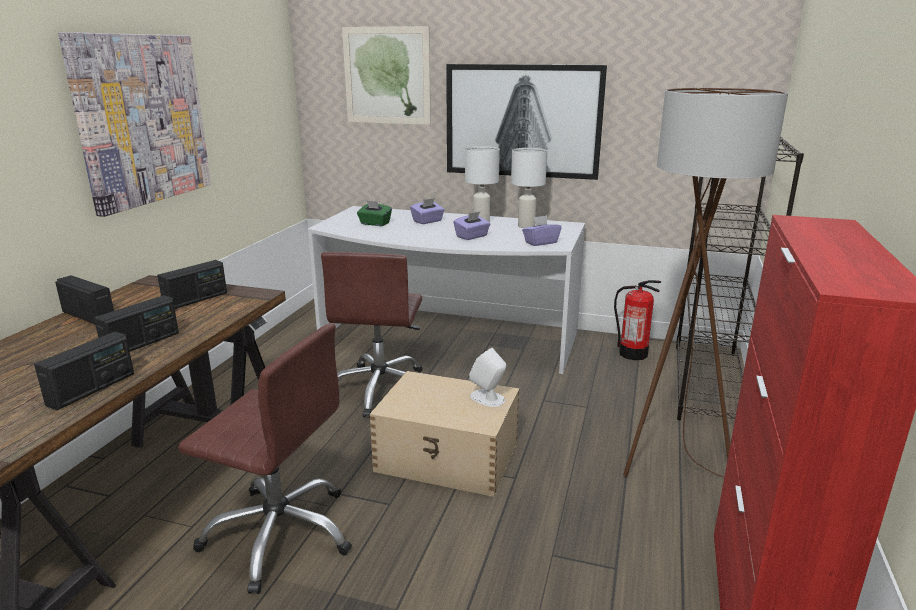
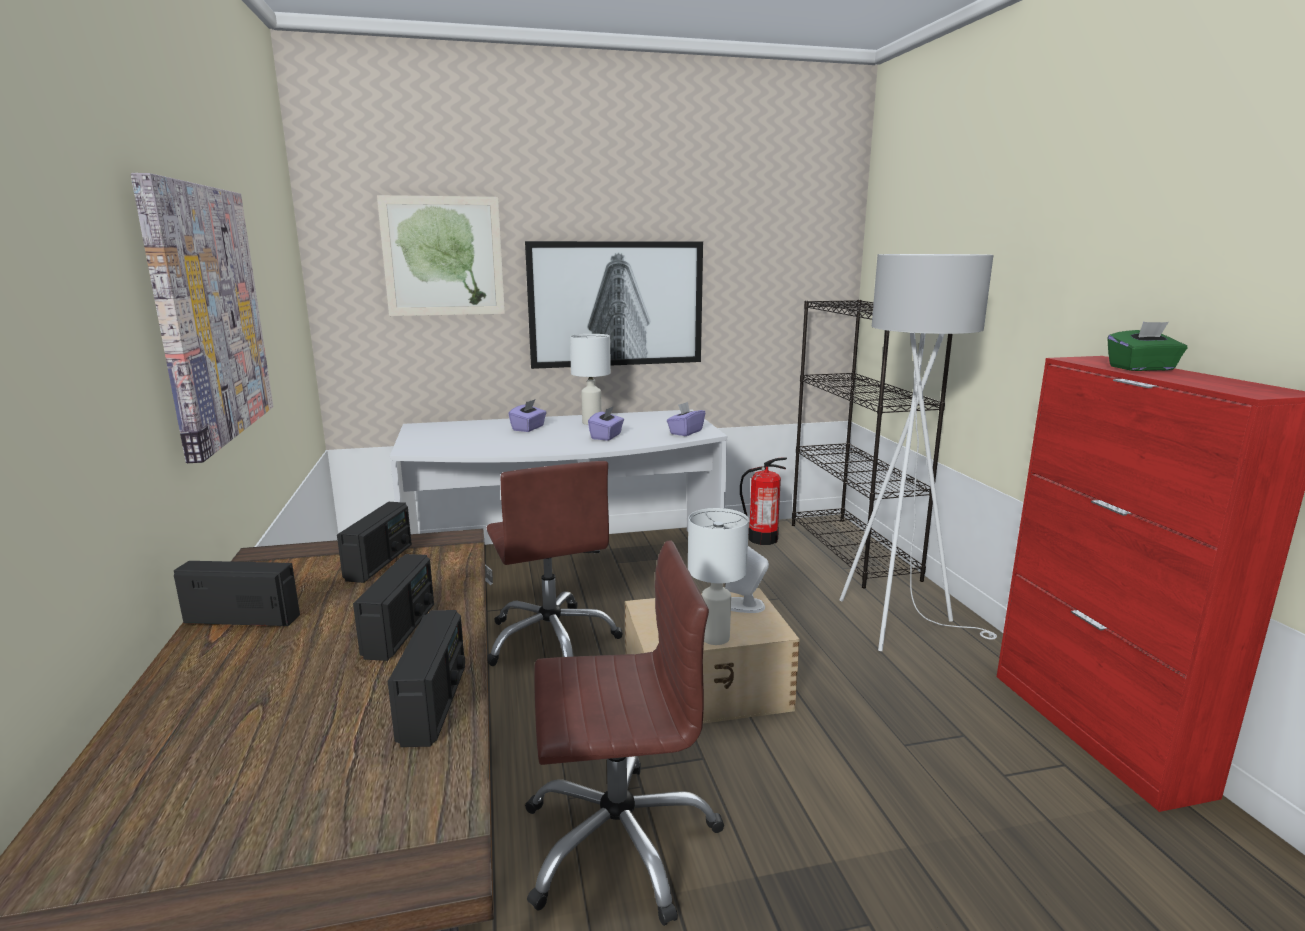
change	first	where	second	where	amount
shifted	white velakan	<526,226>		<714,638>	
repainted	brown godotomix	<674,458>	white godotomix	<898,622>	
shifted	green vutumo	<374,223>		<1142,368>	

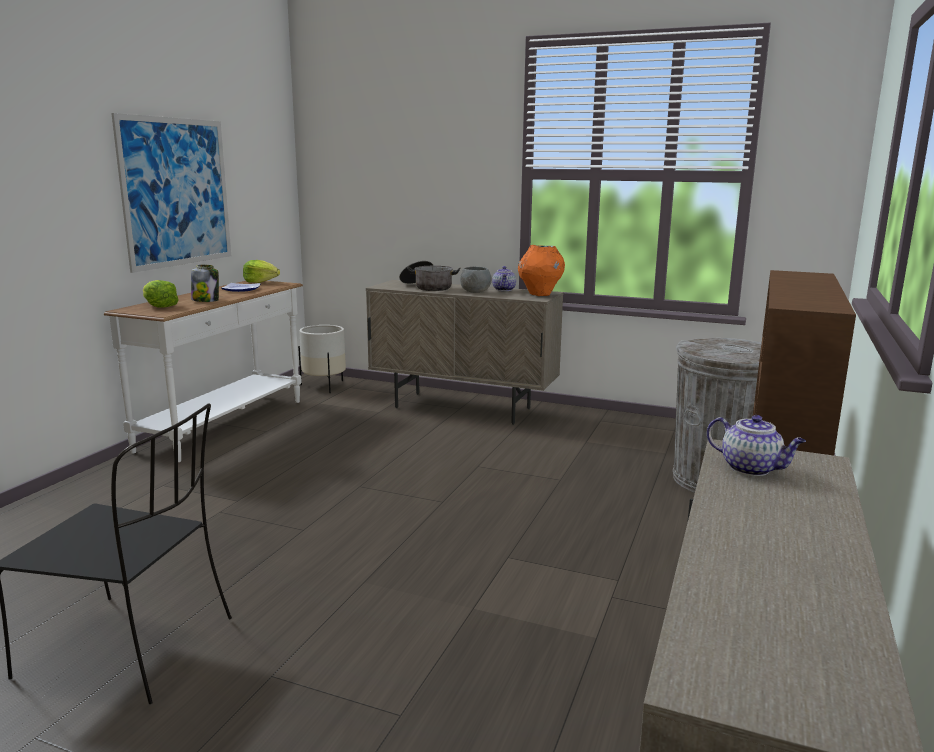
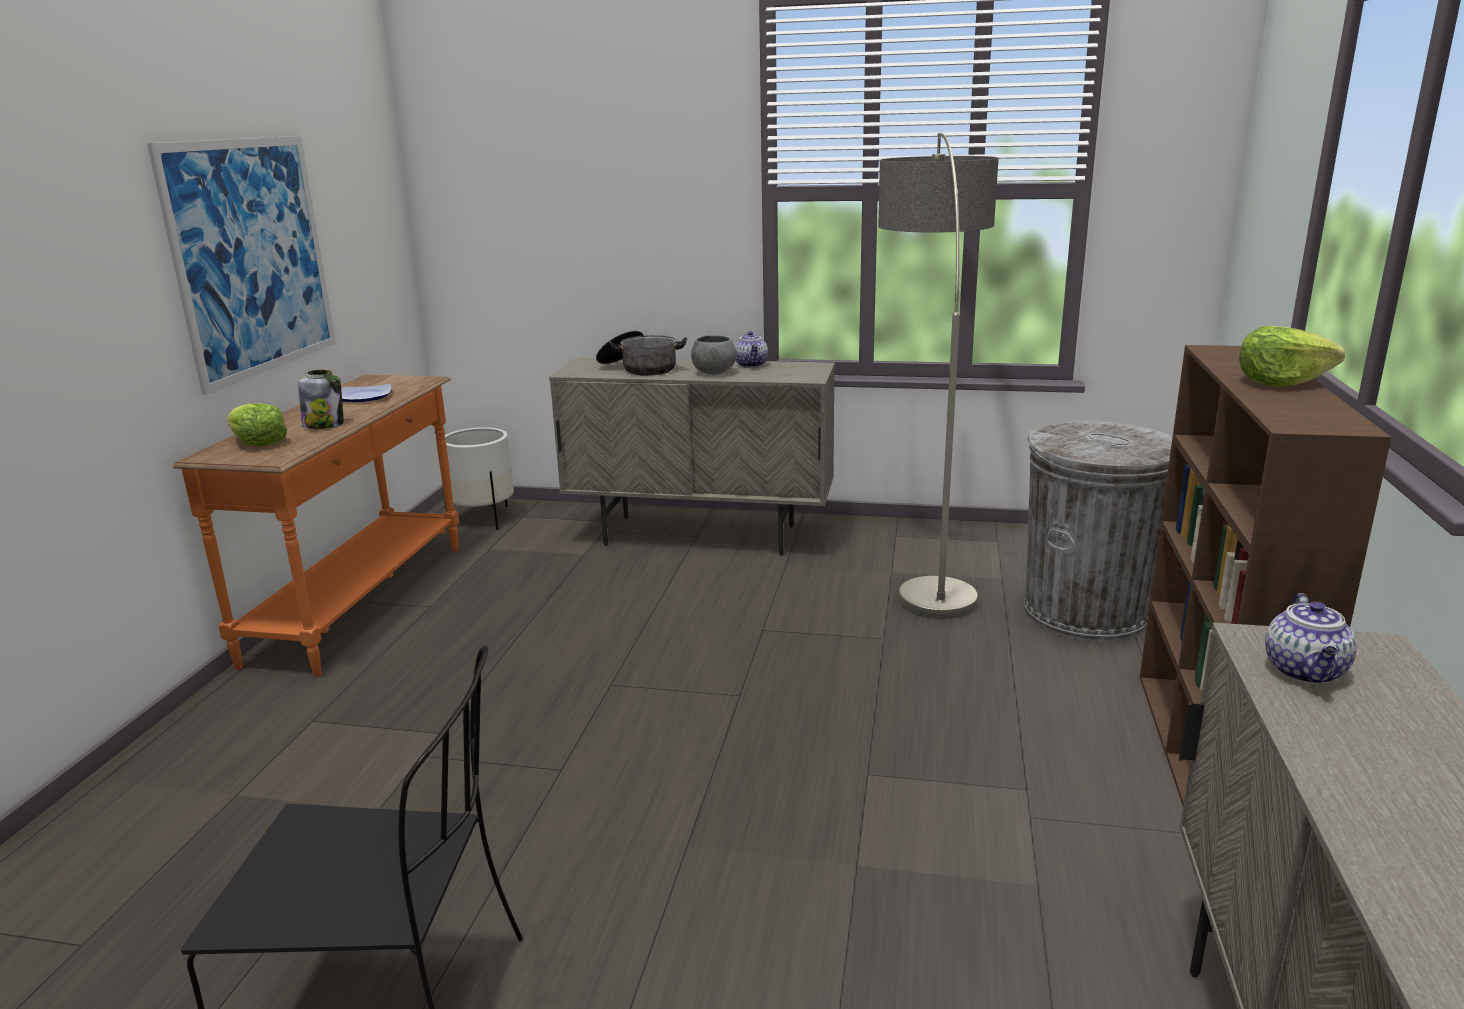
change	first	where	second	where	amount
repainted	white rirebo	<225,425>	orange rirebo	<362,602>	
new			godotomix	<926,562>	
shifted	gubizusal	<260,282>		<1281,382>	
rotated	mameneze	<752,468>		<1306,672>	75 degrees clockwise
gone	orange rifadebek	<540,294>			

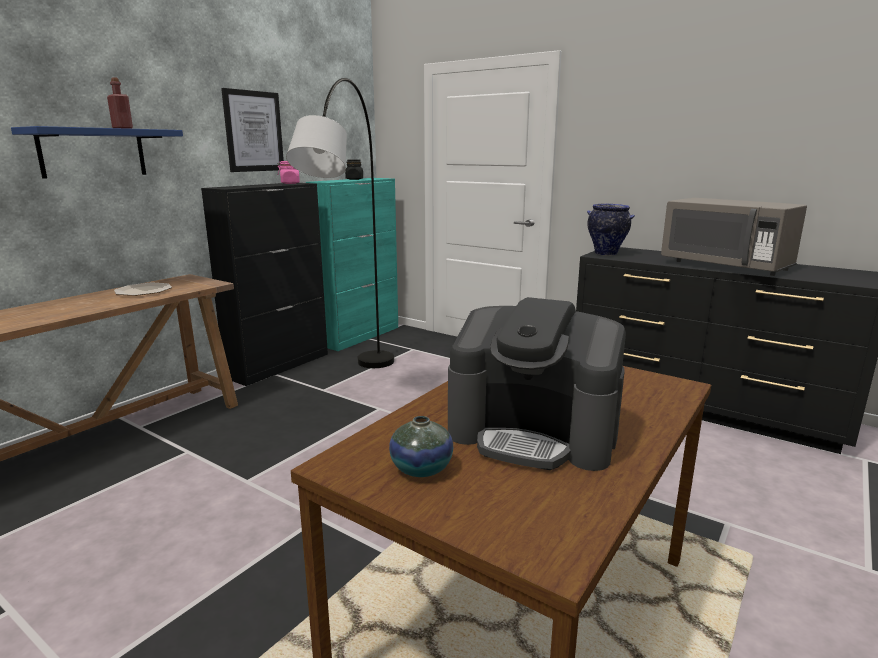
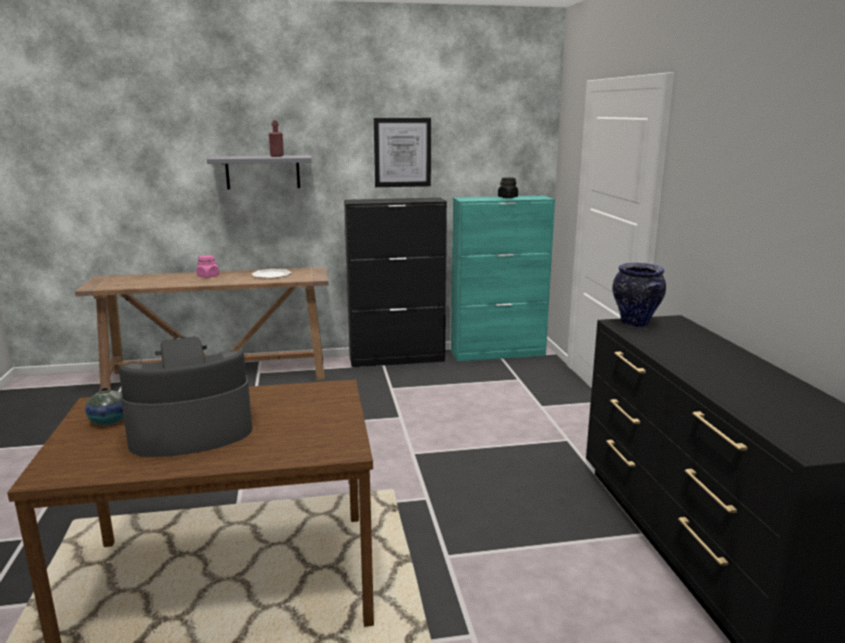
change	first	where	second	where	amount
rotated	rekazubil	<534,433>		<190,431>	90 degrees clockwise
shifted	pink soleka	<290,183>		<208,276>	
repainted	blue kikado	<93,153>	grey kikado	<263,172>	
gone	grey godotomix	<355,389>			
gone	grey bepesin	<725,266>			

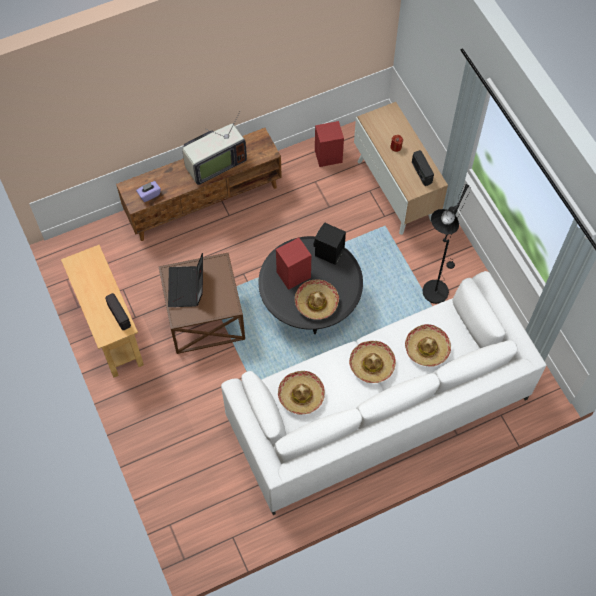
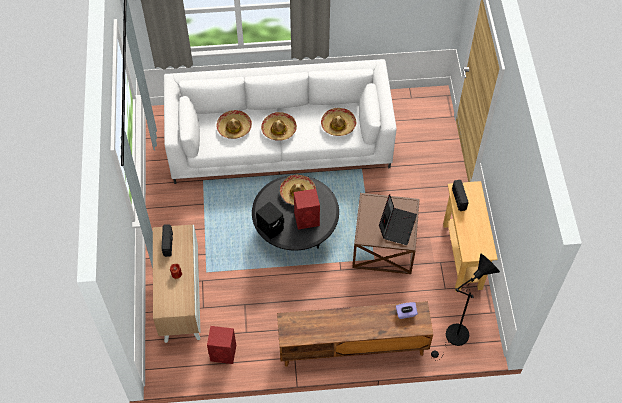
change	first	where	second	where	amount
shifted	black godotomix	<436,287>		<454,338>	
gone	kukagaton	<214,164>			

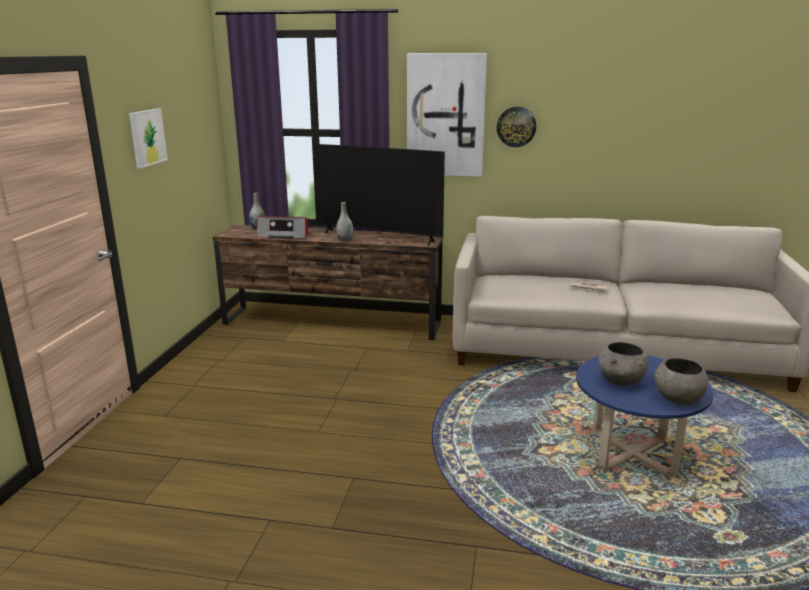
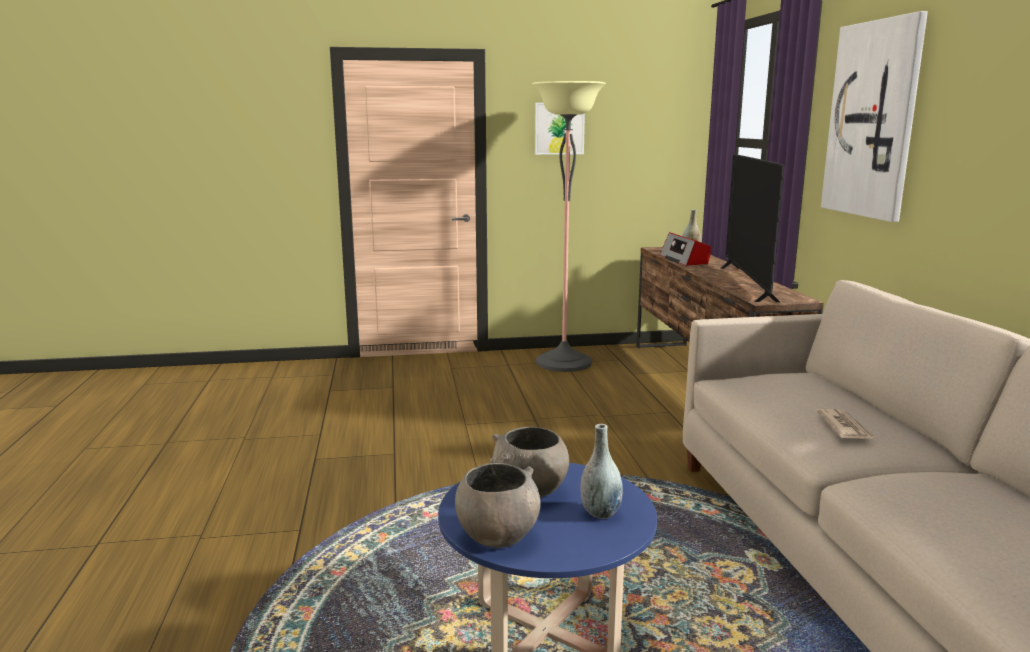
change	first	where	second	where	amount
new			godotomix	<563,362>	
shifted	grey rifadebek	<345,240>		<600,513>	
gone	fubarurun	<516,127>			

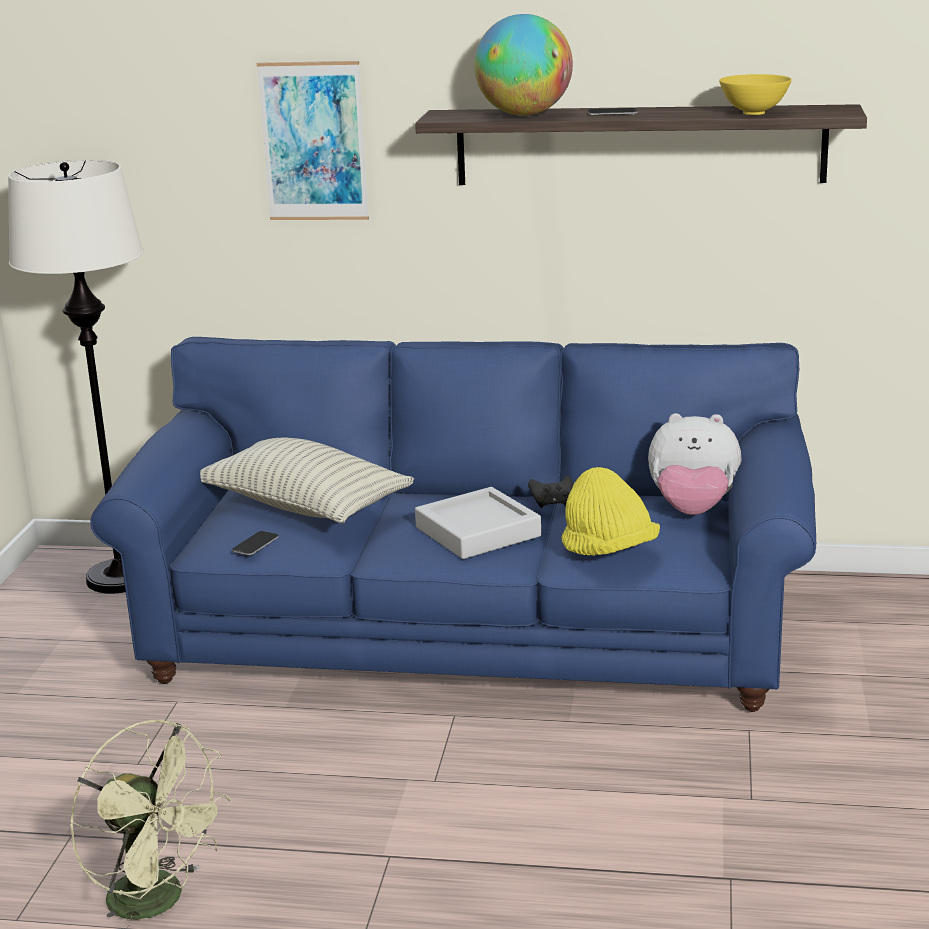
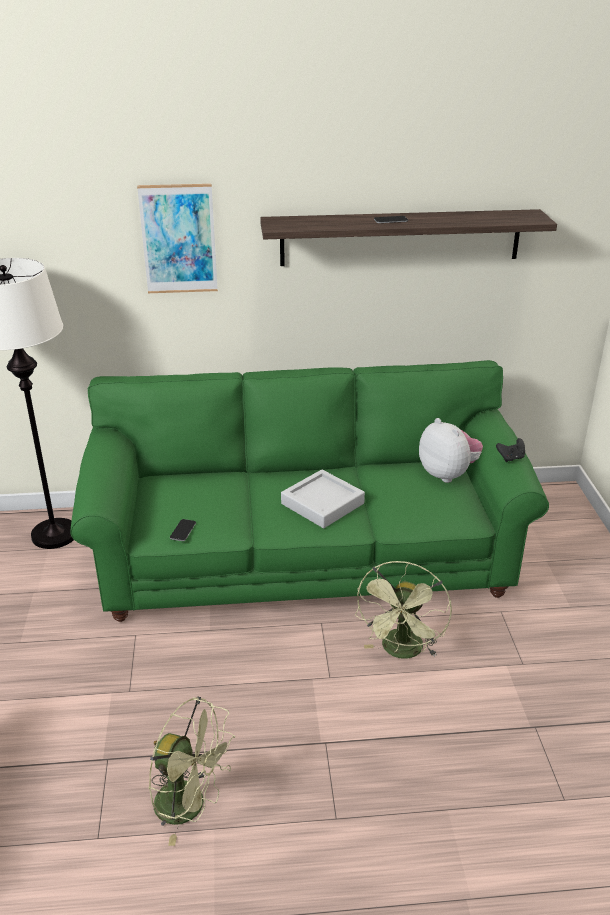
change	first	where	second	where	amount
repainted	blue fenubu	<471,631>	green fenubu	<305,553>	
new			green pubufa	<402,652>	
rotated	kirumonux	<693,510>		<448,474>	120 degrees counterclockwise
shifted	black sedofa	<552,504>		<511,458>	
gone	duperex	<304,507>			
gone	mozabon	<524,114>			
gone	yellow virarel	<608,552>			
gone	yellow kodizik	<754,113>			

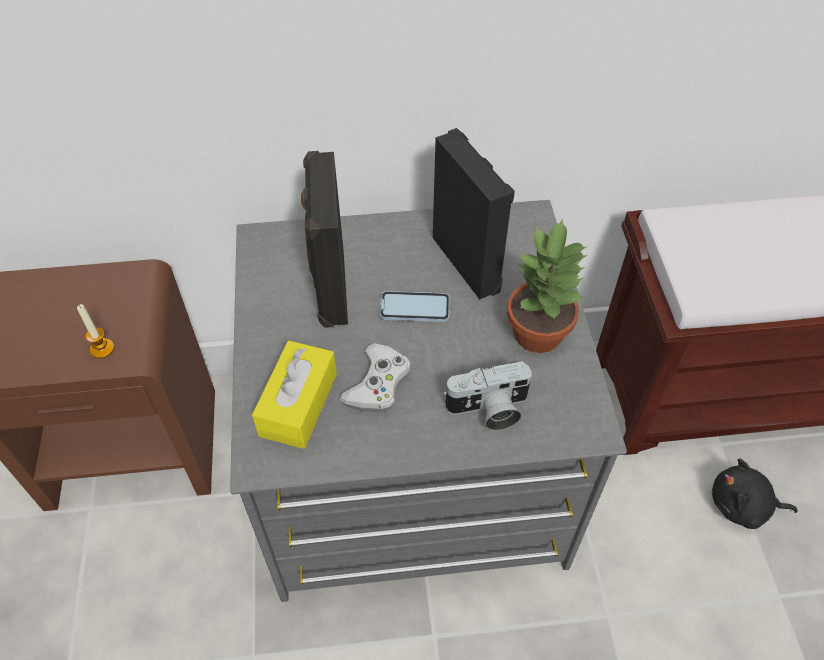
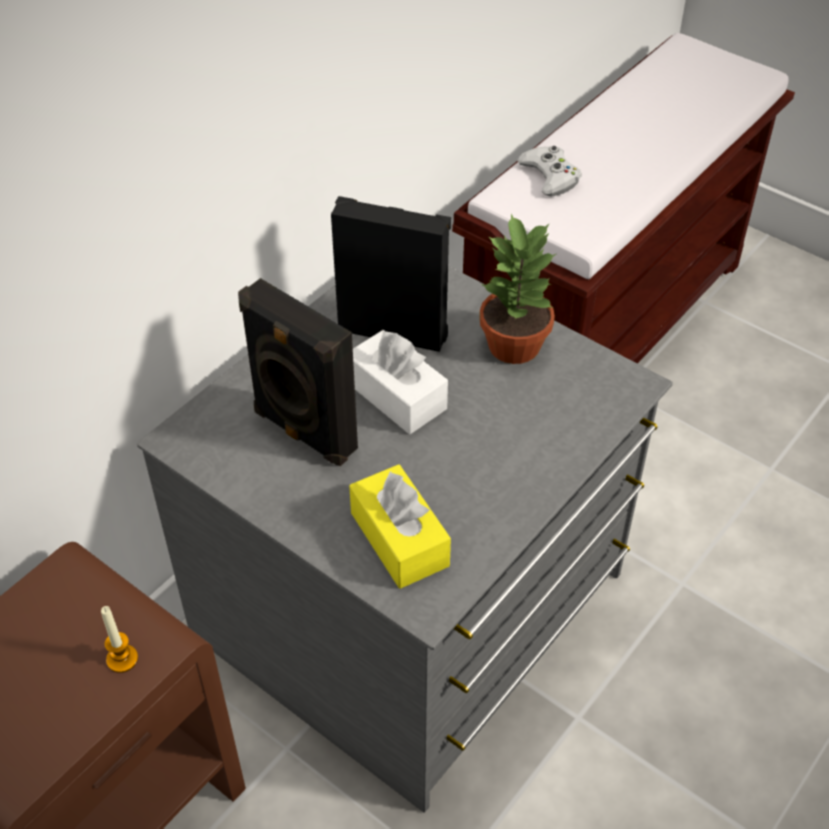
change	first	where	second	where	amount
swapped	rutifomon	<415,308>	white vutumo	<396,395>	
shifted	white sedofa	<378,384>		<550,176>	
gone	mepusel	<489,410>			
gone	black kirumonux	<742,506>			

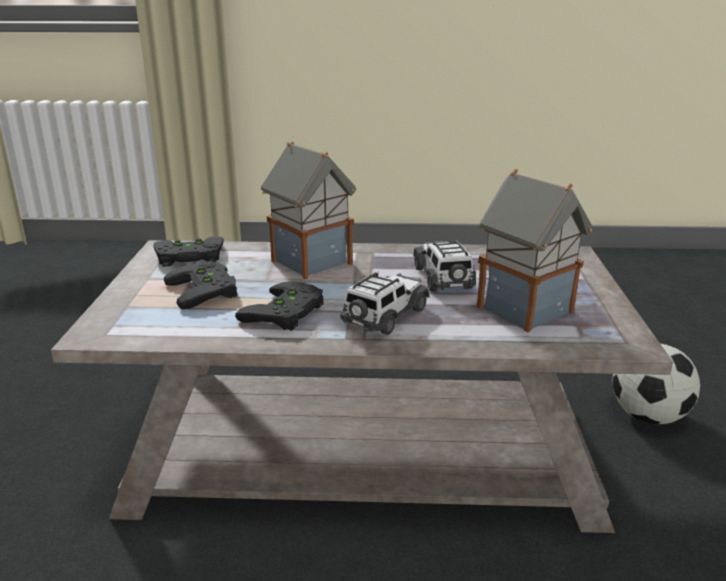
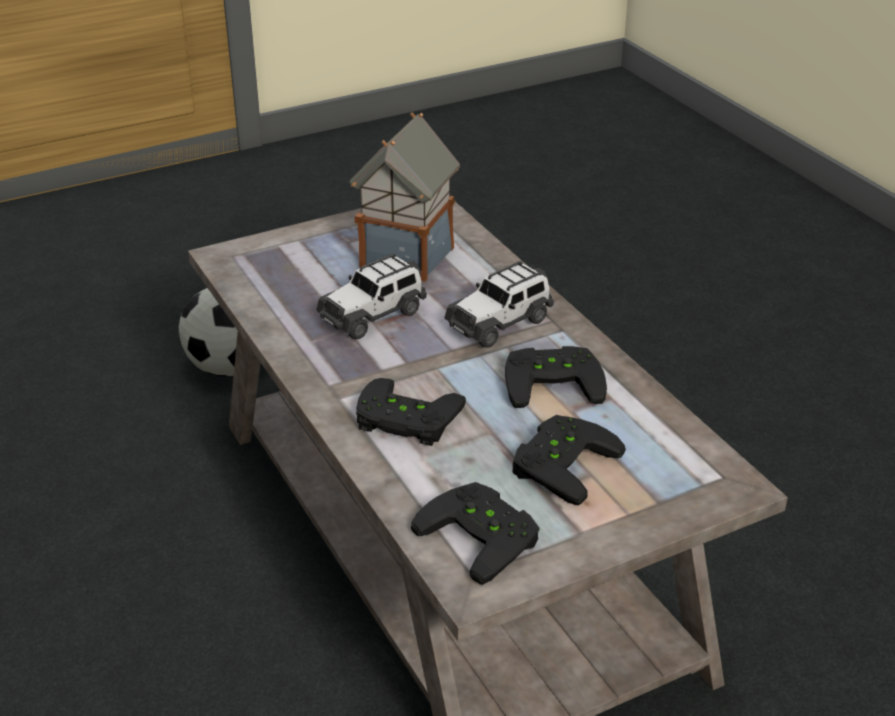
change	first	where	second	where	amount
swapped	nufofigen	<310,262>	black sedofa	<405,421>	
rotated	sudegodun	<384,317>		<500,322>	45 degrees counterclockwise

